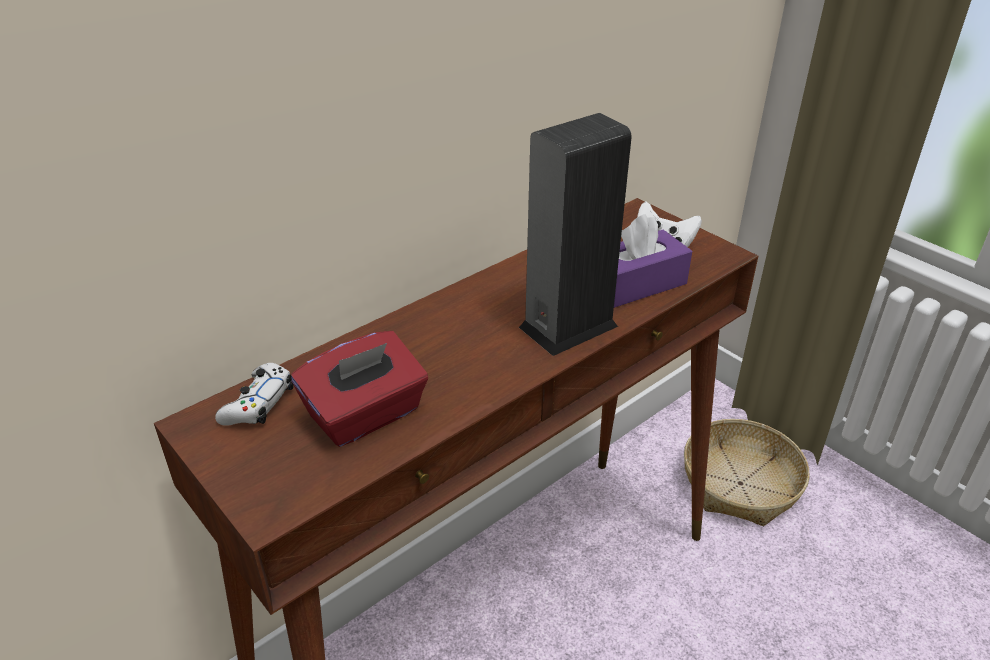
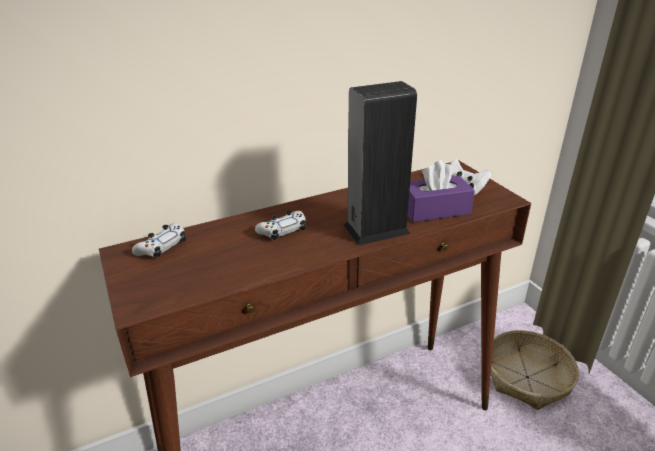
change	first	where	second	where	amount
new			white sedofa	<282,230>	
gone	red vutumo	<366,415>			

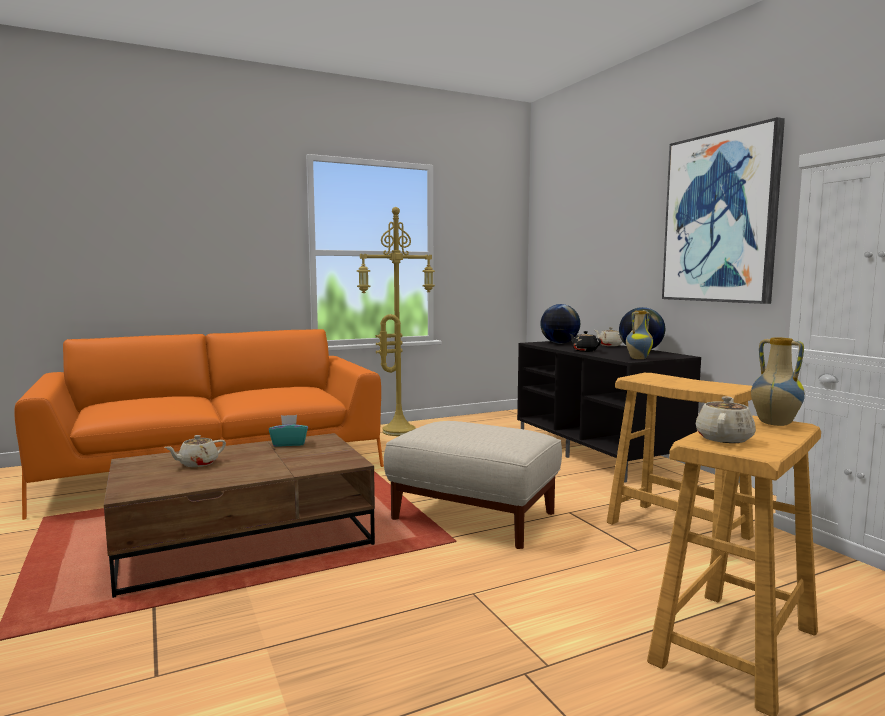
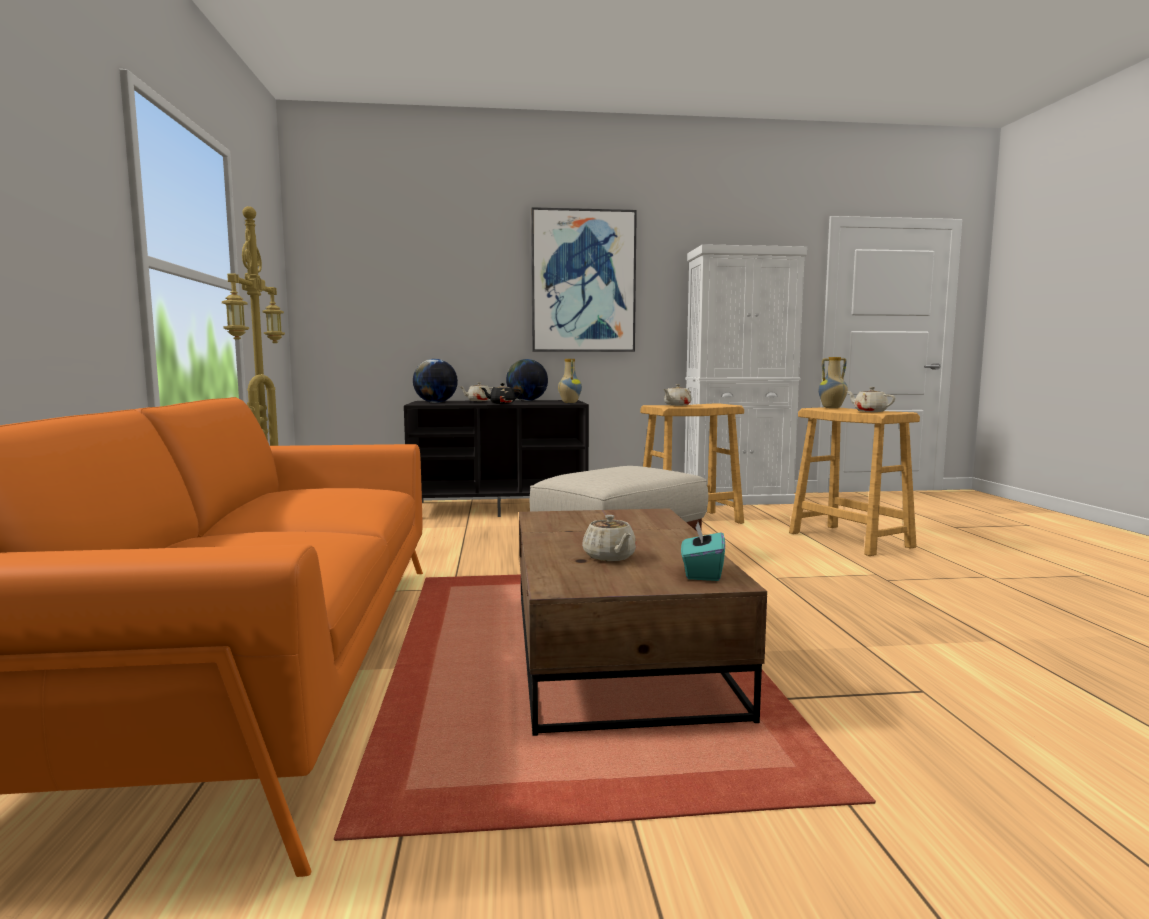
change	first	where	second	where	amount
new			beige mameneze	<677,405>	
shifted	turquoise vutumo	<289,443>		<702,573>	

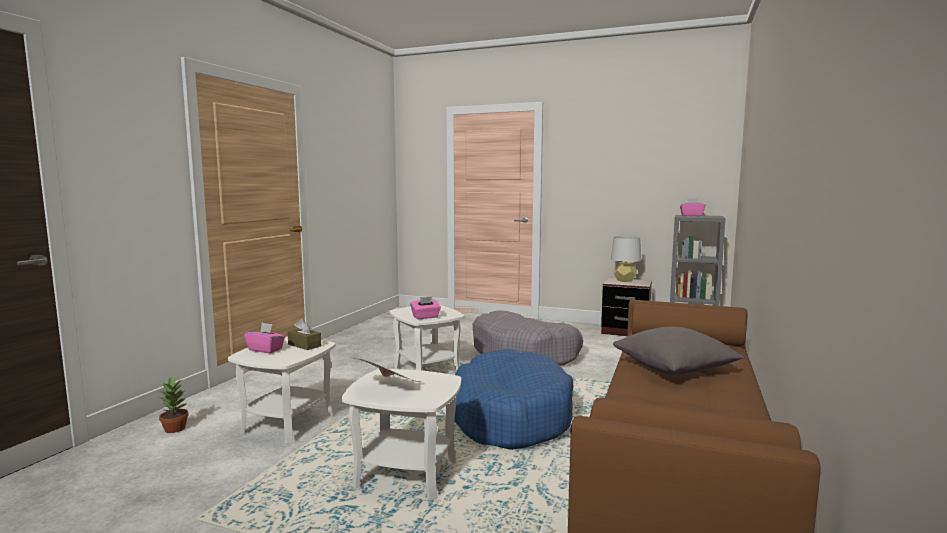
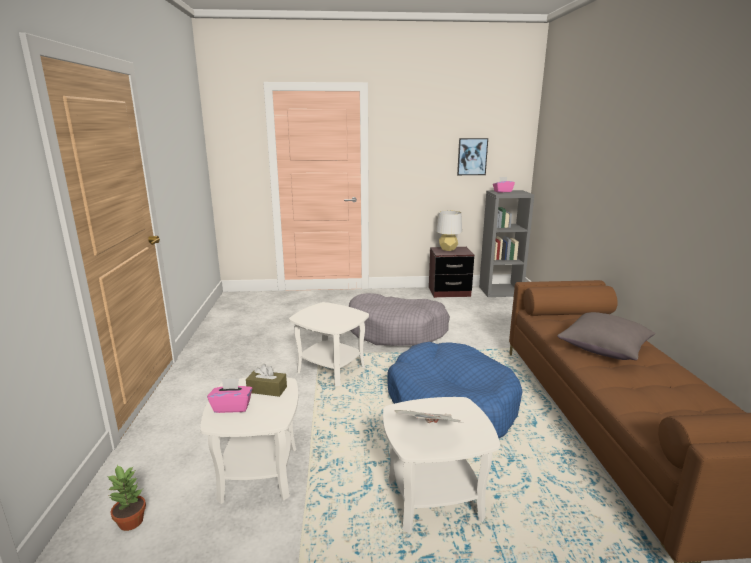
change	first	where	second	where	amount
new			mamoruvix	<472,156>	
gone	pink vutumo	<425,317>			

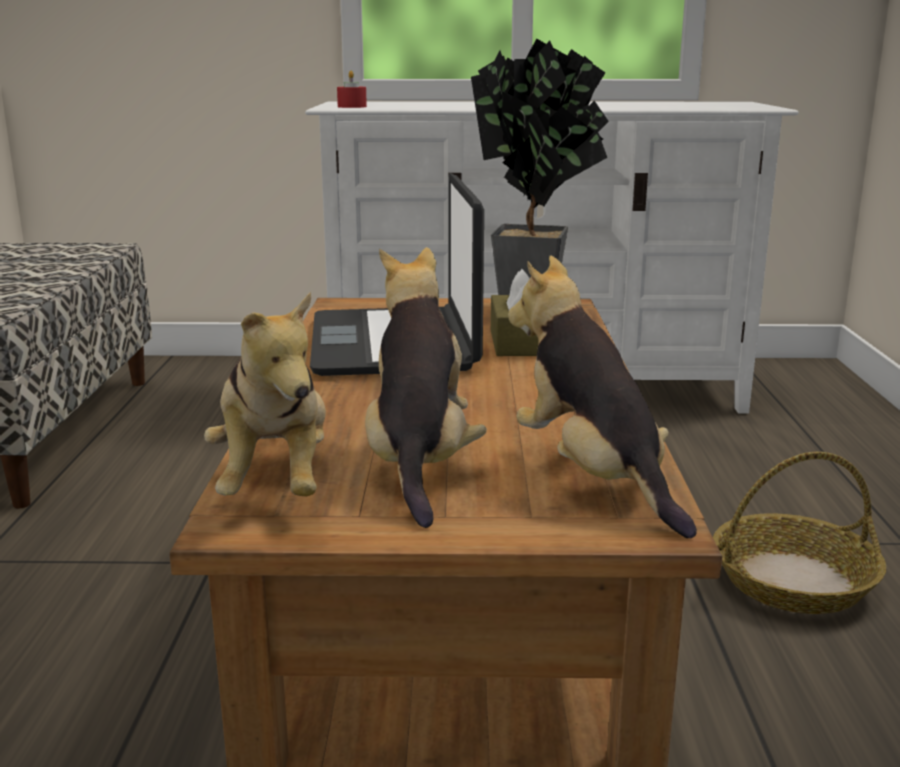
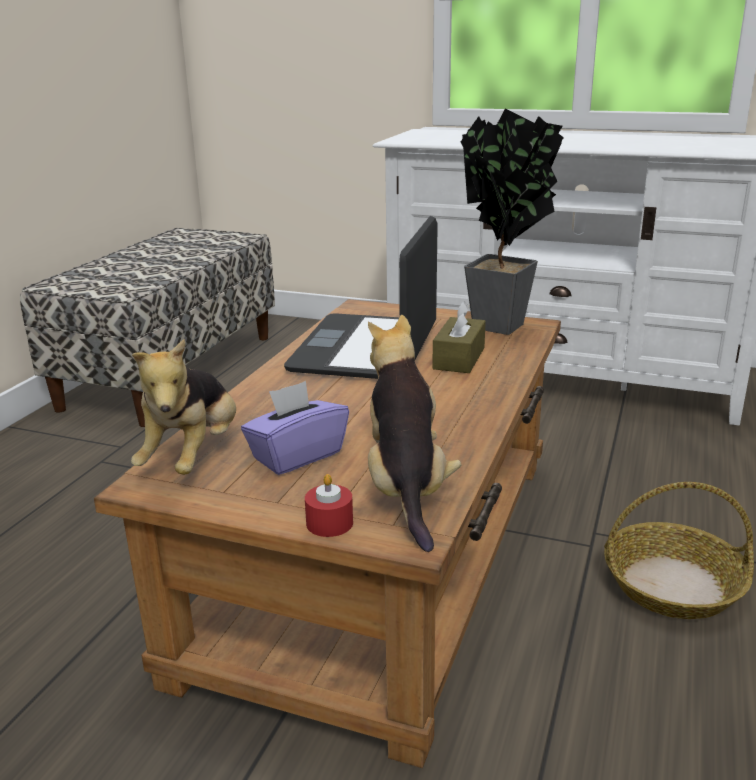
change	first	where	second	where	amount
swapped	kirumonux	<419,462>	purple vutumo	<297,455>	
shifted	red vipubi	<352,106>		<329,523>	

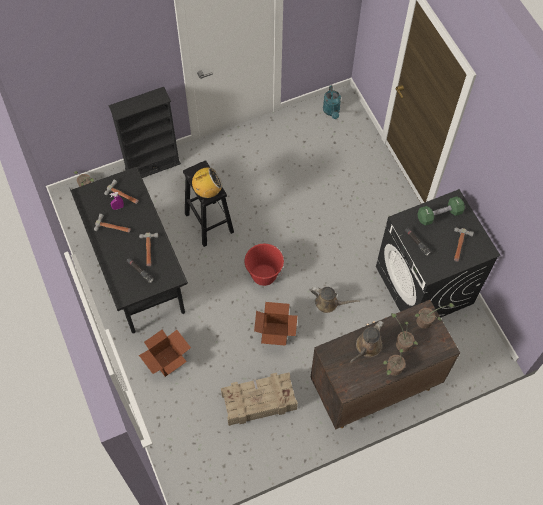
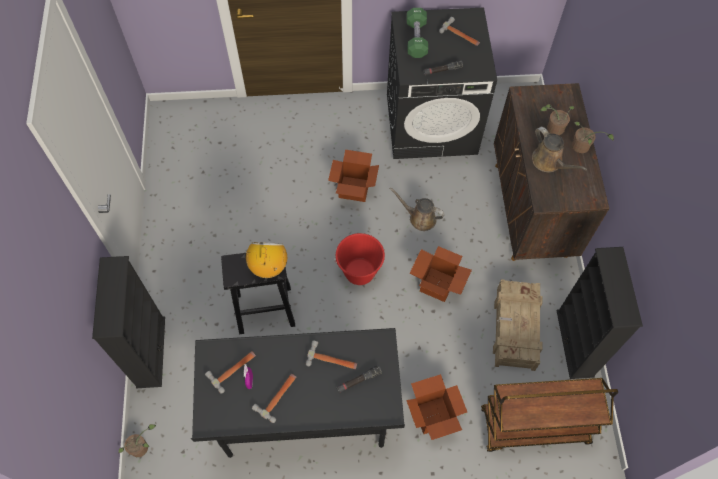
change	first	where	second	where	amount
new			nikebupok	<354,189>	
rotated	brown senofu	<329,303>		<419,218>	105 degrees counterclockwise
new			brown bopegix	<534,427>	
new			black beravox	<575,343>	
gone	turquoise senofu	<331,111>			
gone	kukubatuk	<426,322>			

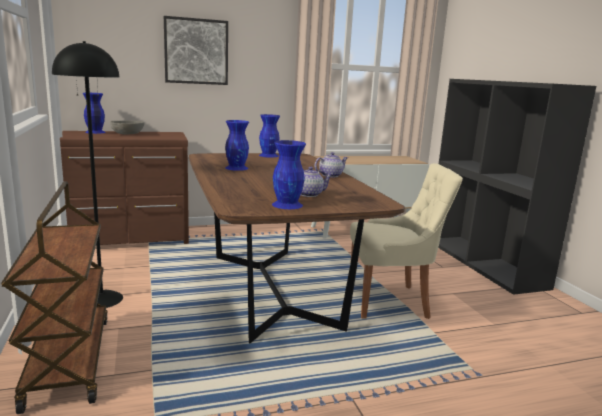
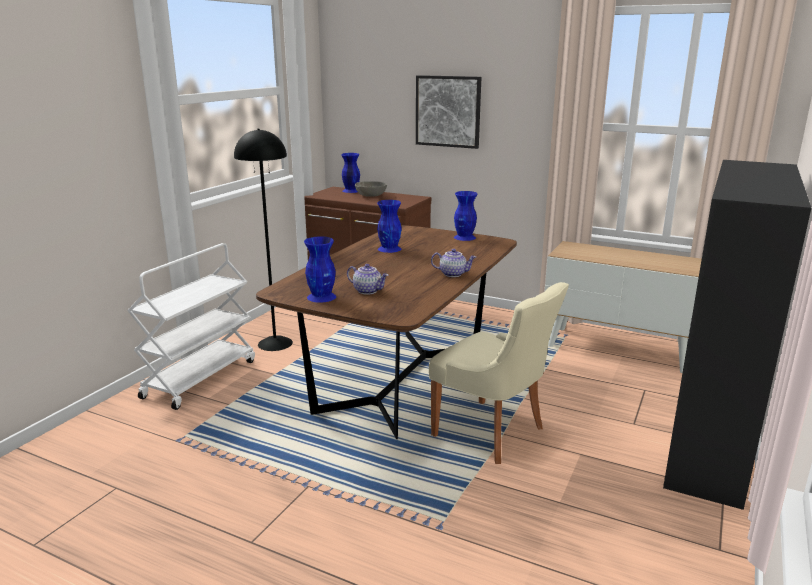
change	first	where	second	where	amount
repainted	brown bopegix	<67,360>	white bopegix	<200,378>	

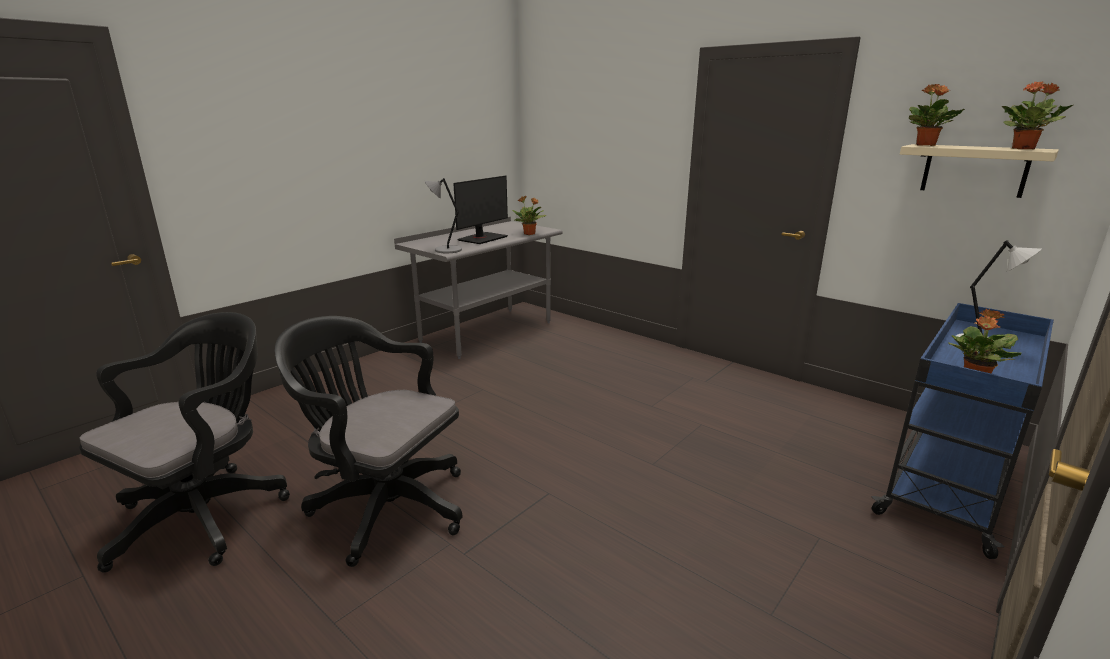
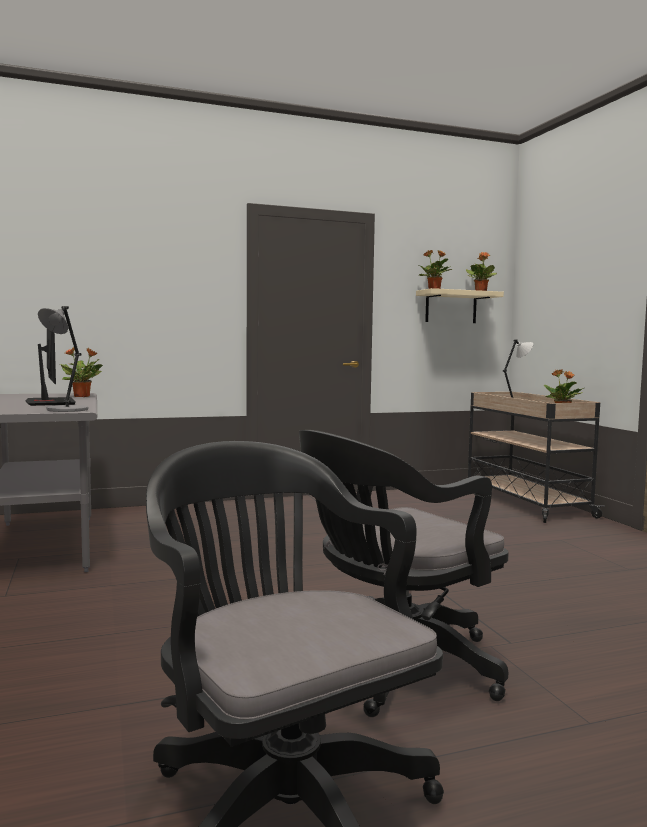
change	first	where	second	where	amount
repainted	blue bopegix	<950,480>	beige bopegix	<524,502>	

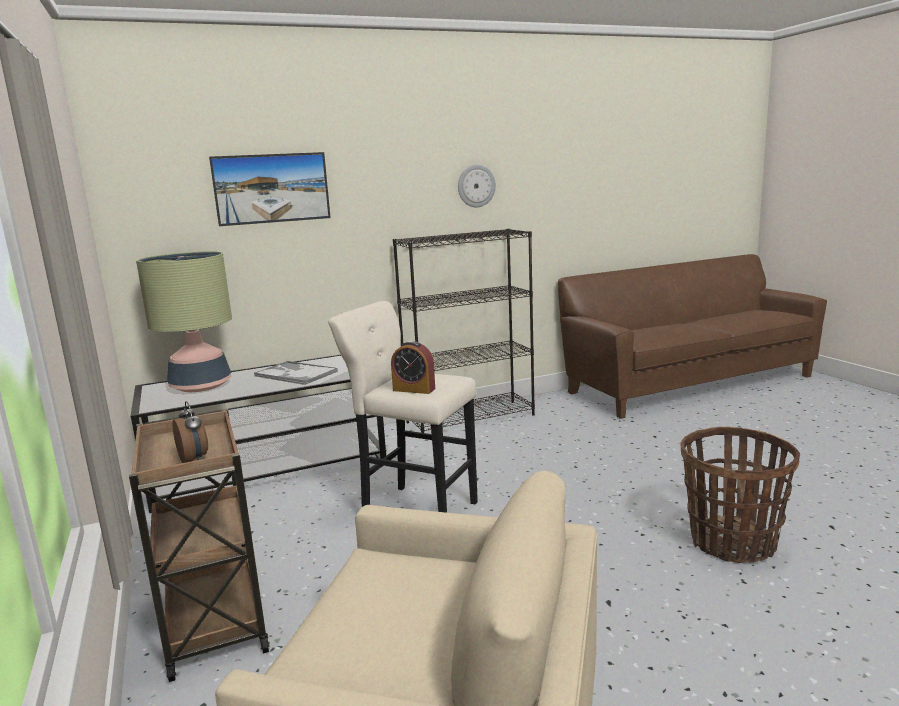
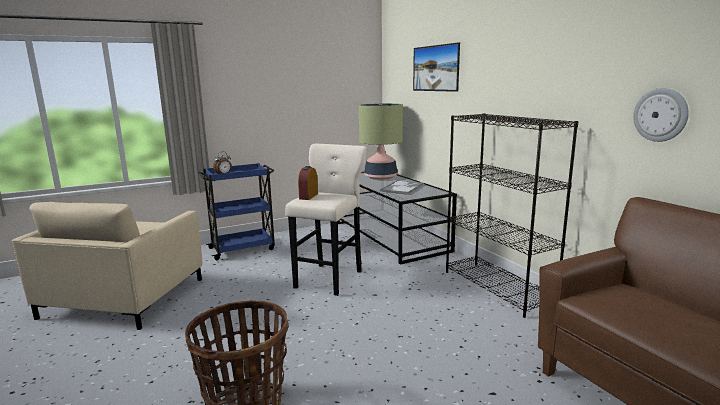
change	first	where	second	where	amount
repainted	brown bopegix	<214,621>	blue bopegix	<243,248>	
shifted	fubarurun	<476,186>		<660,115>	

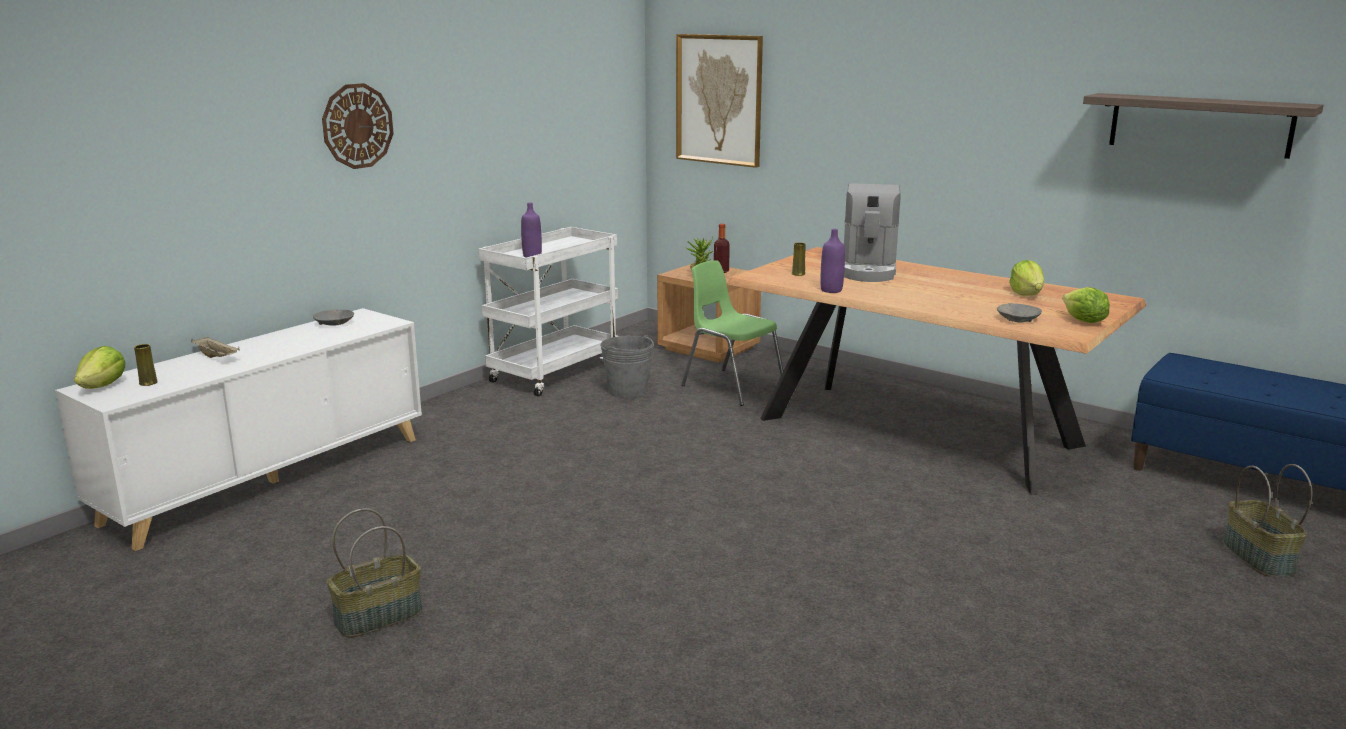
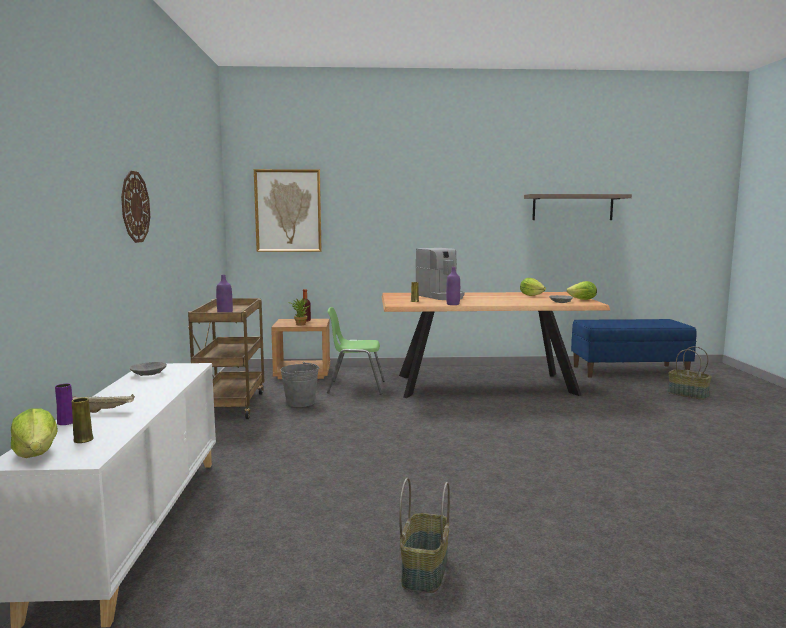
change	first	where	second	where	amount
new			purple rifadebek	<66,422>	
repainted	white bopegix	<554,372>	brown bopegix	<230,405>	

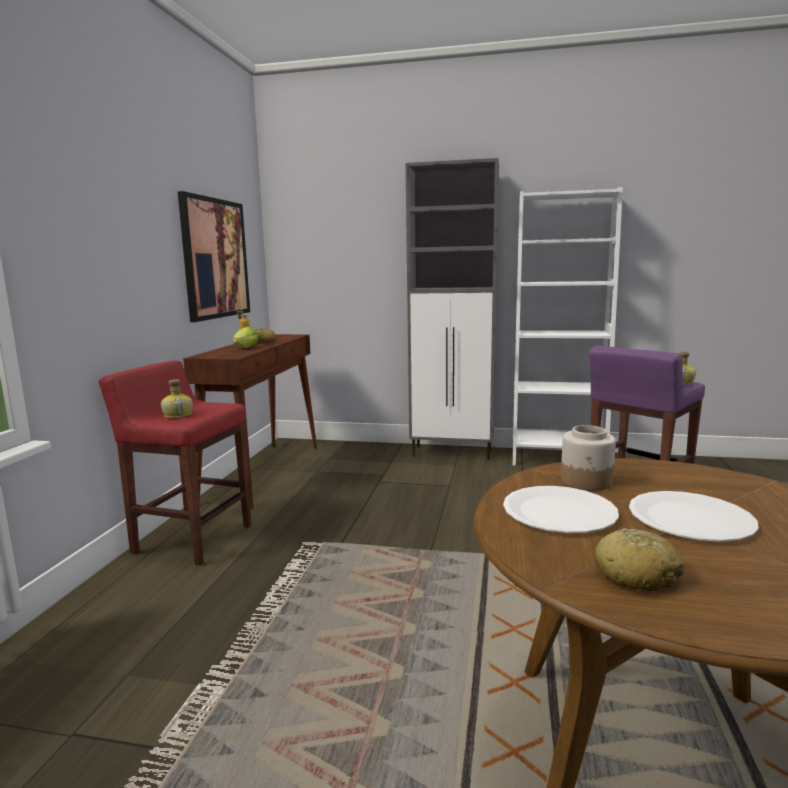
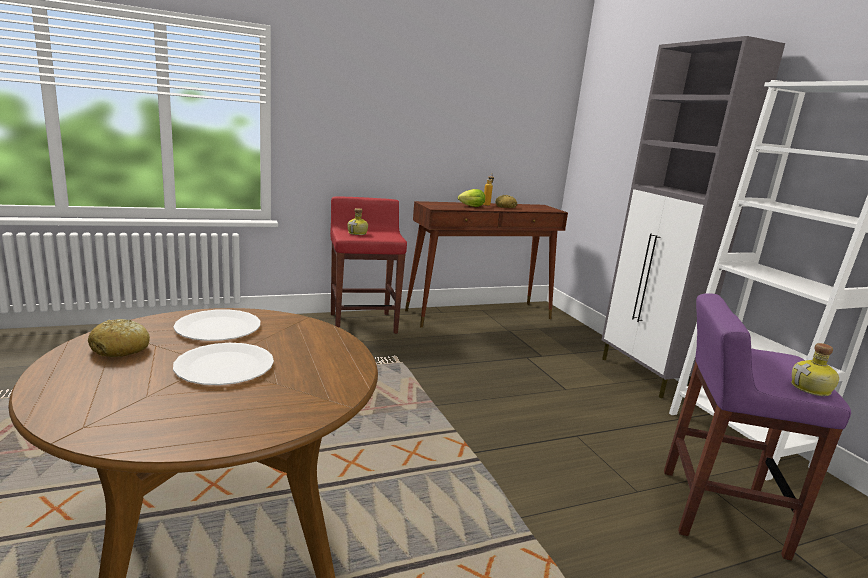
change	first	where	second	where	amount
gone	mamoruvix	<215,258>			
gone	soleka	<586,481>			

